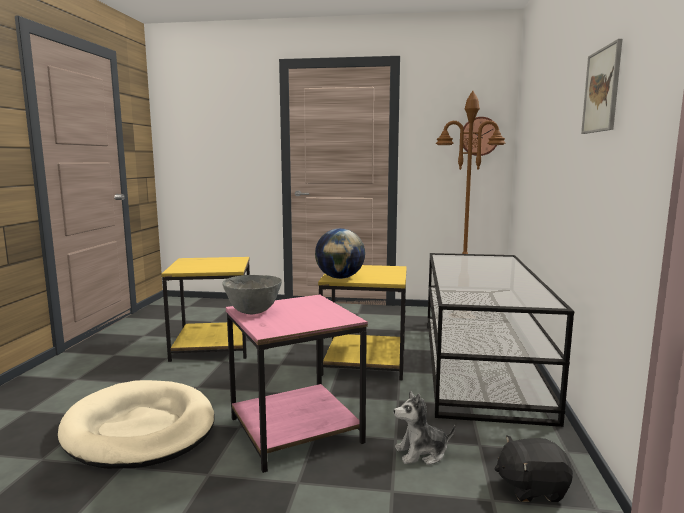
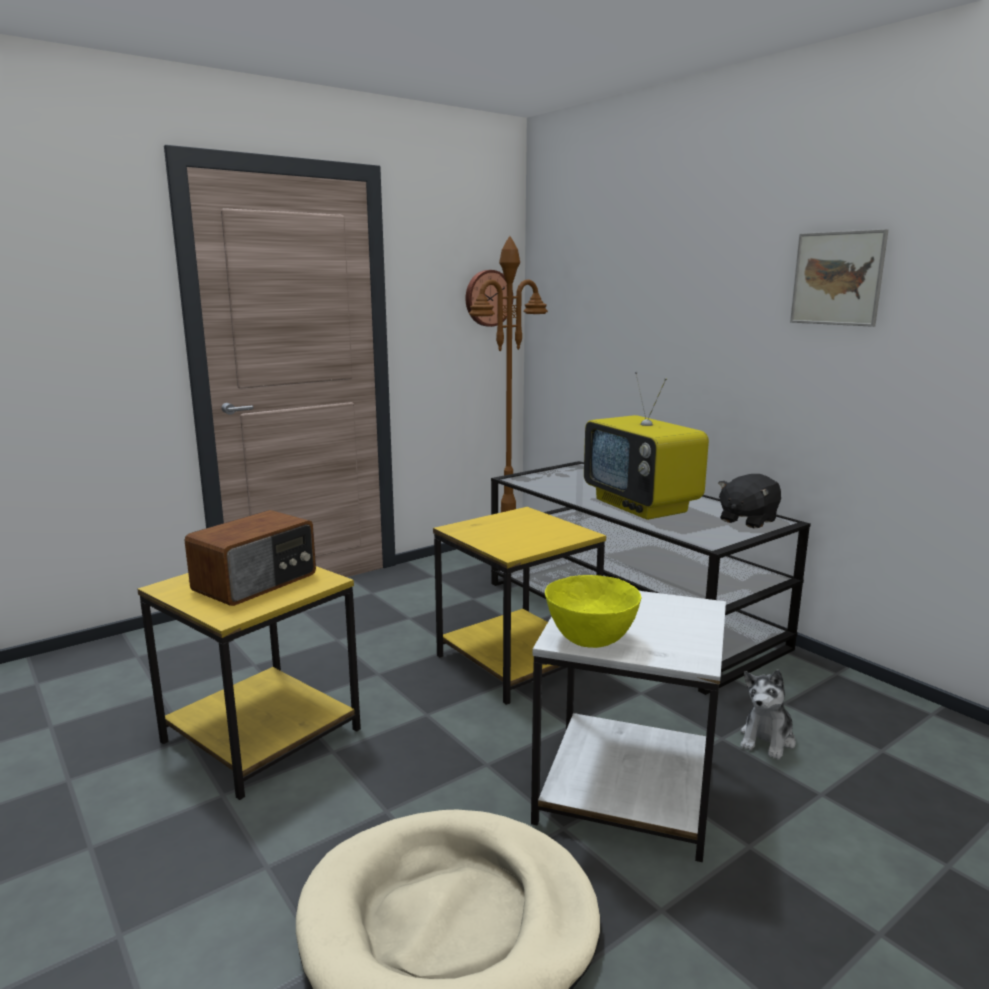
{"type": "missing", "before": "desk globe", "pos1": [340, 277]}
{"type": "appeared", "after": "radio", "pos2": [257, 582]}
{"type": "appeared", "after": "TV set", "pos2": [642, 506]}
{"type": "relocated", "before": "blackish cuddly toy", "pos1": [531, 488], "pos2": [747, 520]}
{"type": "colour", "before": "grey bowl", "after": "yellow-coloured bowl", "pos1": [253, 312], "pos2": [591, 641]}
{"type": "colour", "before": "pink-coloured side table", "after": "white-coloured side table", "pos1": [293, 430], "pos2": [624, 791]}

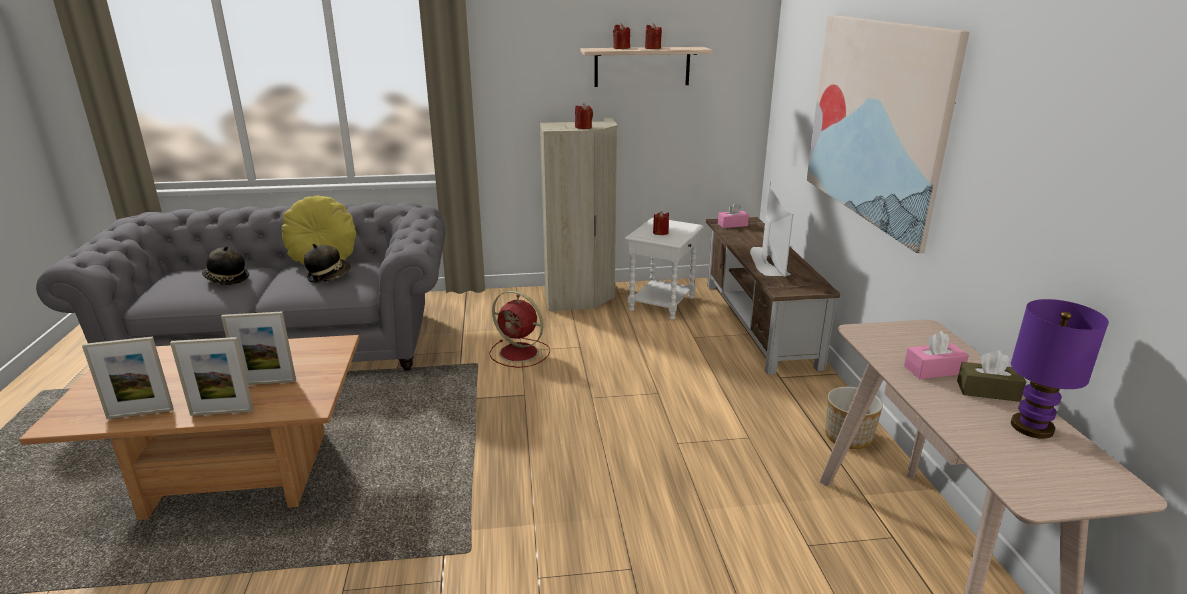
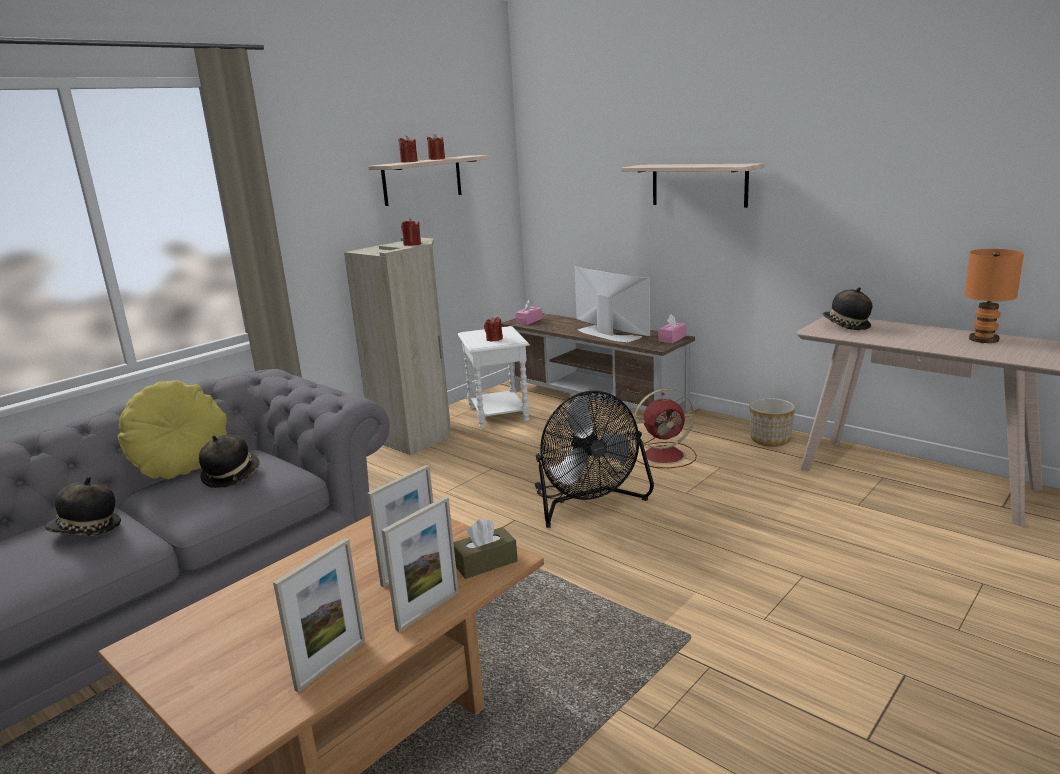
{"type": "appeared", "after": "blackish electric fan", "pos2": [583, 504]}
{"type": "appeared", "after": "clothing hat", "pos2": [845, 326]}
{"type": "relocated", "before": "red electric fan", "pos1": [520, 353], "pos2": [665, 455]}
{"type": "relocated", "before": "pink-coloured box of tissues", "pos1": [933, 370], "pos2": [672, 338]}
{"type": "relocated", "before": "brown box of tissues", "pos1": [988, 391], "pos2": [485, 563]}
{"type": "exchanged", "before": "wall picture", "after": "shelf", "pos1": [875, 121], "pos2": [699, 185]}
{"type": "colour", "before": "purplish table lamp", "after": "orangey table lamp", "pos1": [1033, 427], "pos2": [984, 339]}

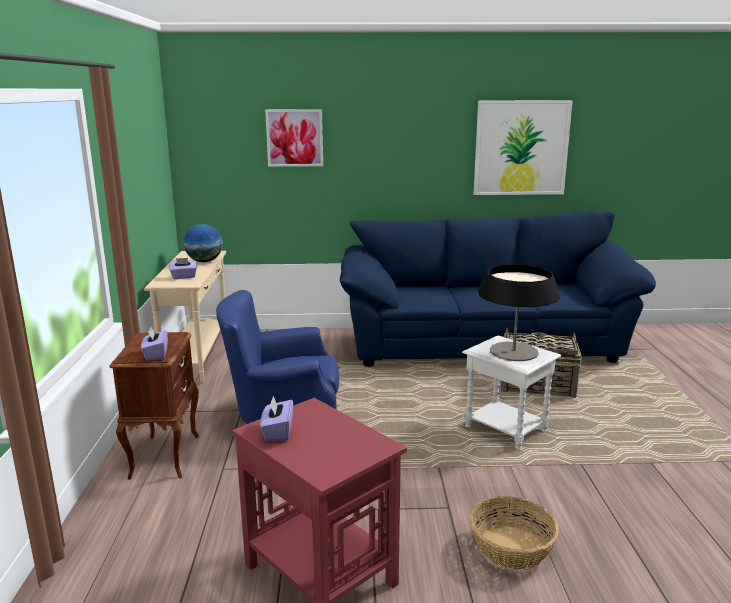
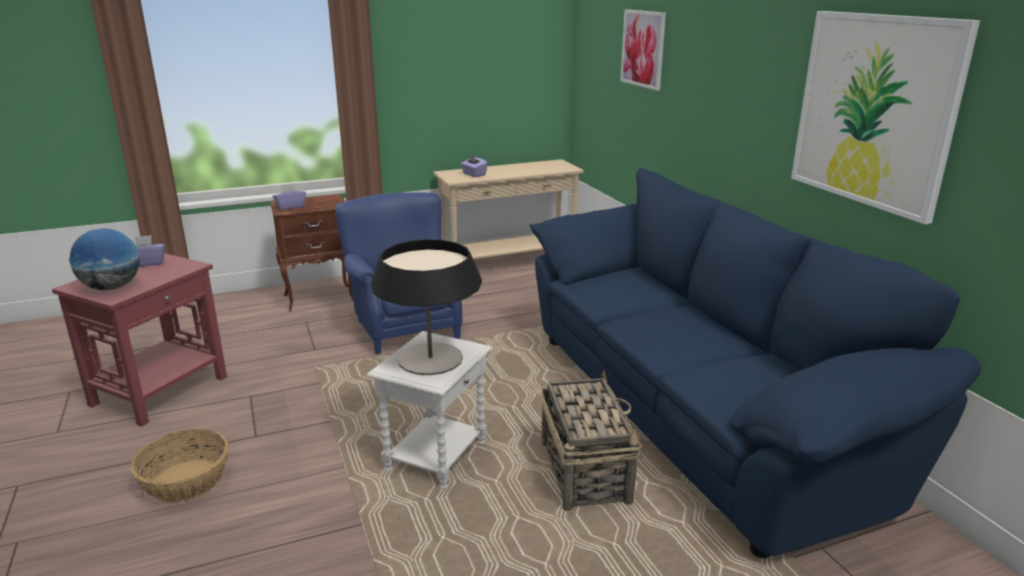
{"type": "relocated", "before": "desk globe", "pos1": [204, 261], "pos2": [112, 287]}

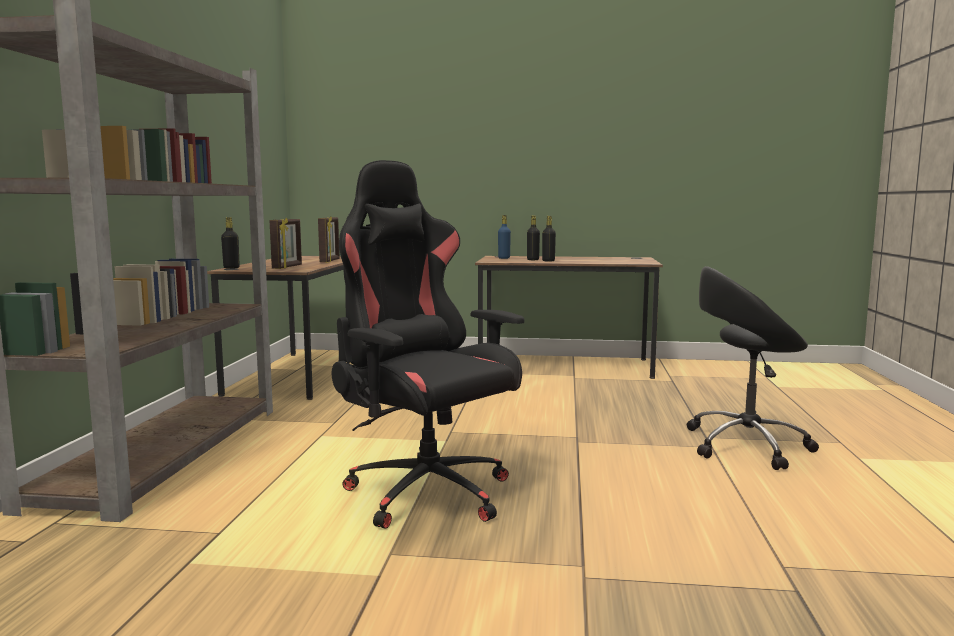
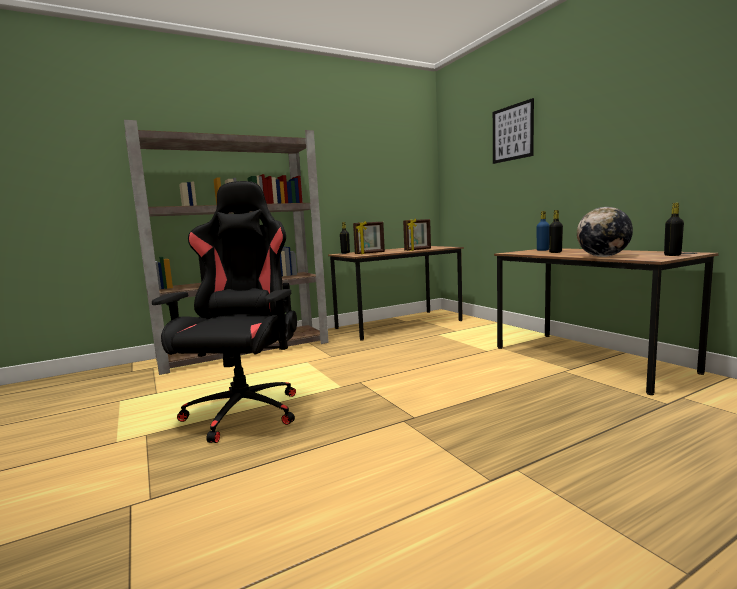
{"type": "missing", "before": "blackish desk chair", "pos1": [743, 445]}
{"type": "appeared", "after": "wall picture", "pos2": [512, 133]}
{"type": "appeared", "after": "desk globe", "pos2": [603, 256]}
{"type": "relocated", "before": "blackish drink bottle", "pos1": [548, 261], "pos2": [672, 255]}

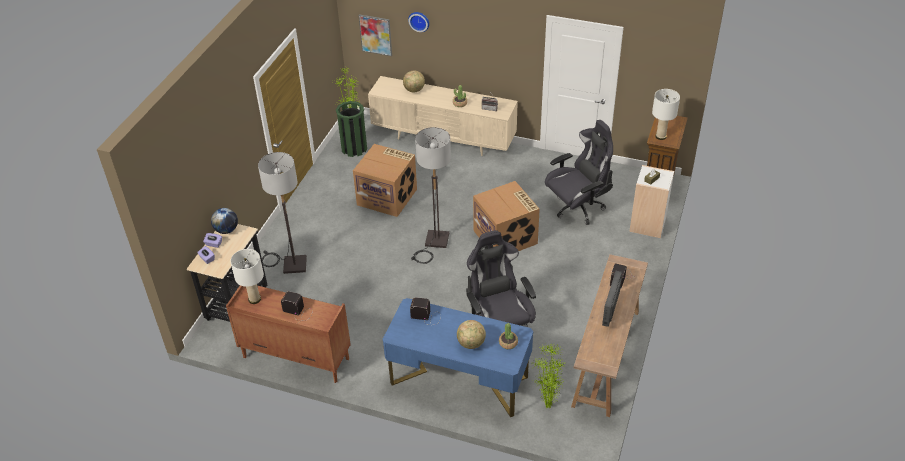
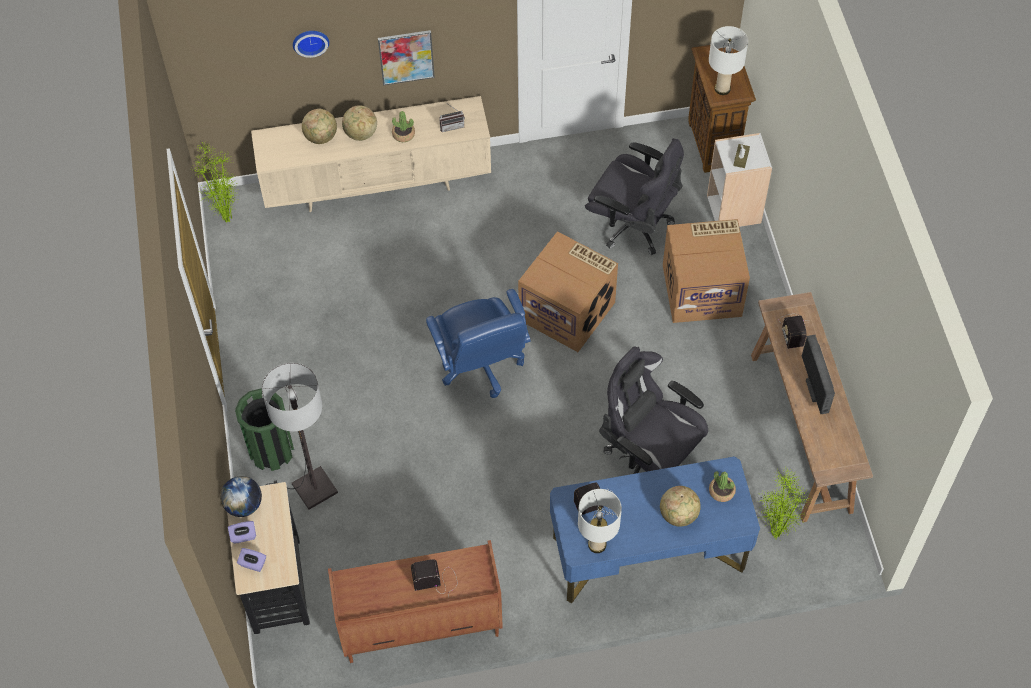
{"type": "appeared", "after": "desk globe", "pos2": [361, 134]}
{"type": "relocated", "before": "white-coloured table lamp", "pos1": [255, 299], "pos2": [597, 544]}
{"type": "relocated", "before": "greenish trash can", "pos1": [354, 148], "pos2": [271, 451]}
{"type": "relocated", "before": "cardboard box", "pos1": [388, 196], "pos2": [702, 289]}
{"type": "relocated", "before": "wall picture", "pos1": [375, 35], "pos2": [406, 57]}
{"type": "exchanged", "before": "standard lamp", "after": "bluish desk chair", "pos1": [433, 245], "pos2": [480, 368]}
{"type": "spun", "before": "blackish desk chair", "pos1": [576, 209], "pos2": [630, 225], "turn": 90}

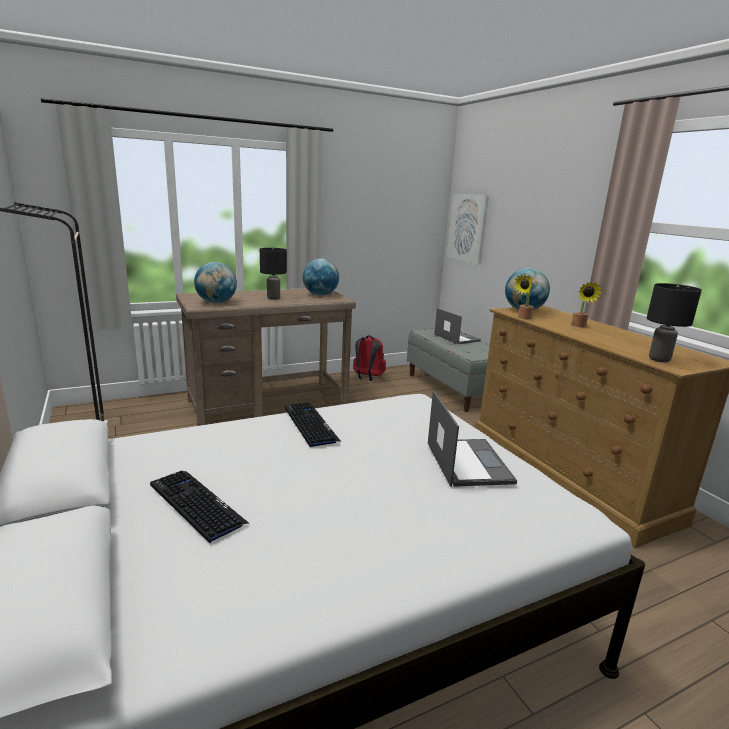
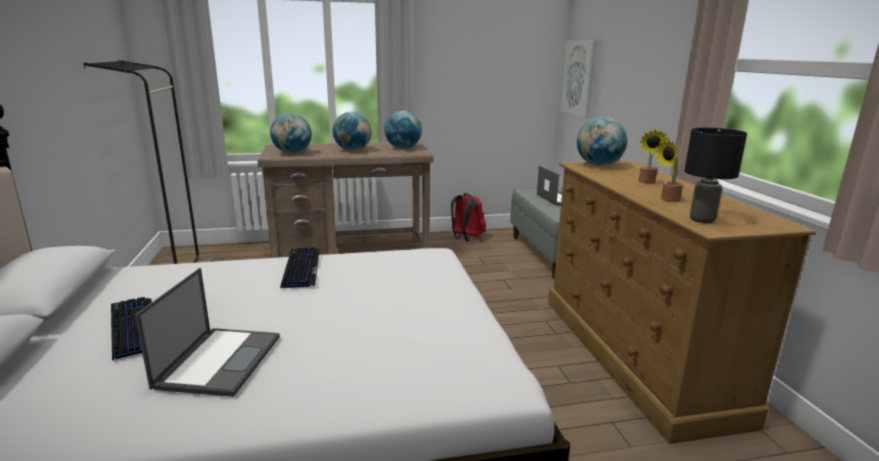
{"type": "relocated", "before": "notebook computer", "pos1": [467, 462], "pos2": [220, 360]}
{"type": "relocated", "before": "plant in a pot", "pos1": [523, 318], "pos2": [667, 200]}
{"type": "exchanged", "before": "blackish table lamp", "after": "desk globe", "pos1": [274, 298], "pos2": [353, 150]}

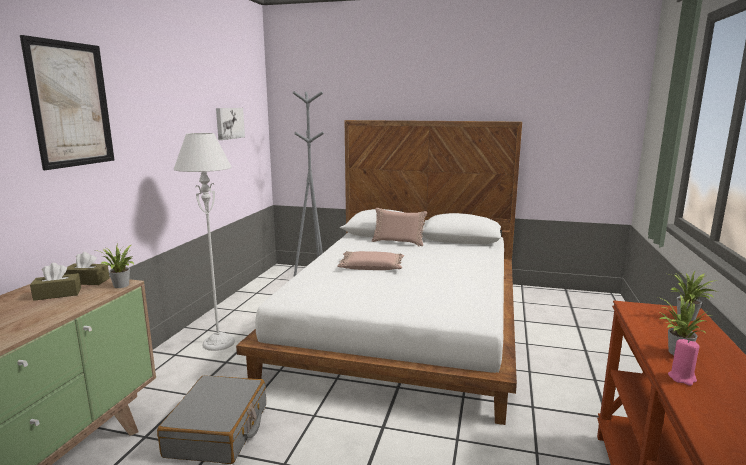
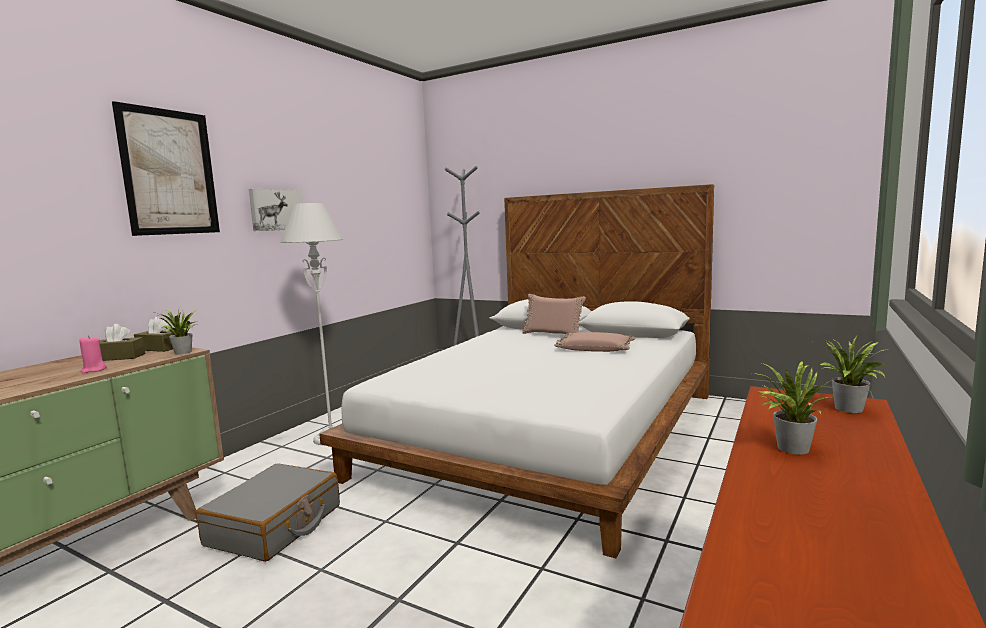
{"type": "relocated", "before": "wall picture", "pos1": [229, 123], "pos2": [276, 210]}
{"type": "relocated", "before": "sand-coloured throw pillow", "pos1": [371, 265], "pos2": [595, 348]}
{"type": "relocated", "before": "pink-coloured candle", "pos1": [682, 378], "pos2": [94, 370]}

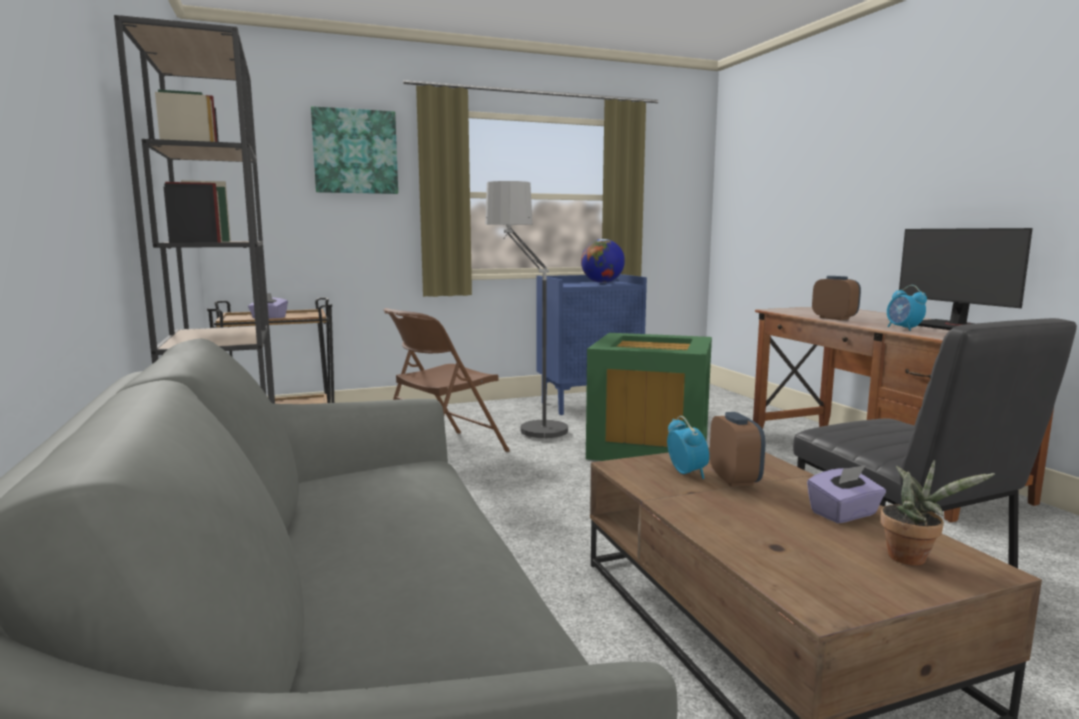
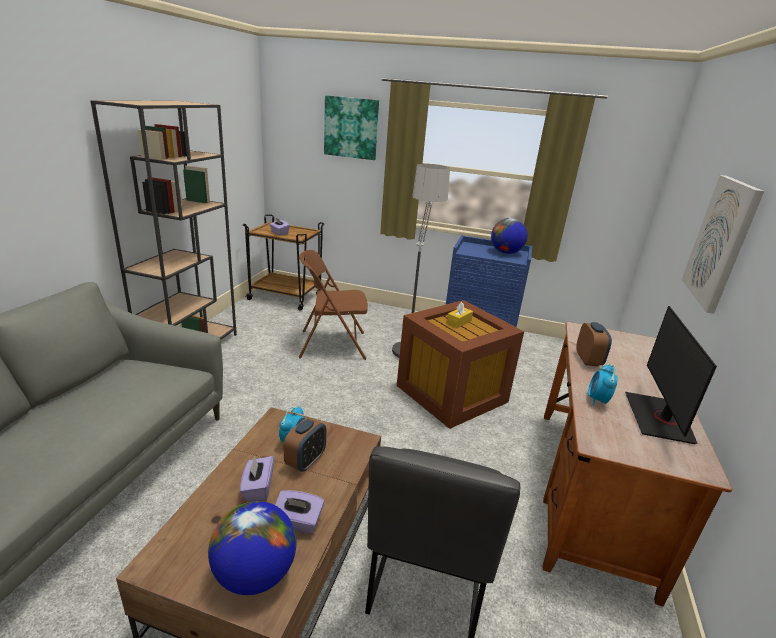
{"type": "appeared", "after": "purplish box of tissues", "pos2": [258, 488]}
{"type": "appeared", "after": "yellow-coloured box of tissues", "pos2": [459, 322]}
{"type": "appeared", "after": "wall picture", "pos2": [720, 242]}
{"type": "exchanged", "before": "plant in a pot", "after": "desk globe", "pos1": [912, 557], "pos2": [255, 574]}
{"type": "colour", "before": "greenish storage bin", "after": "brown storage bin", "pos1": [647, 446], "pos2": [451, 392]}

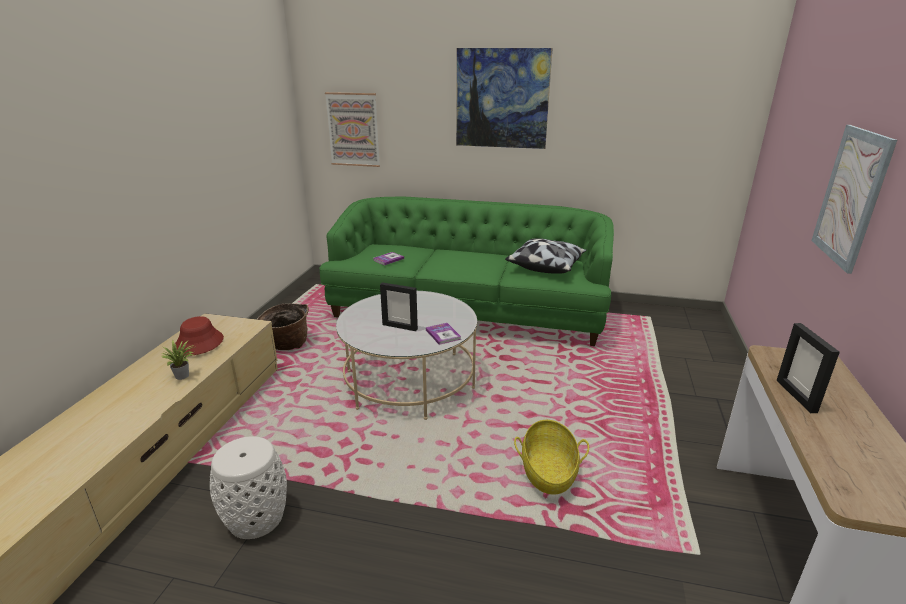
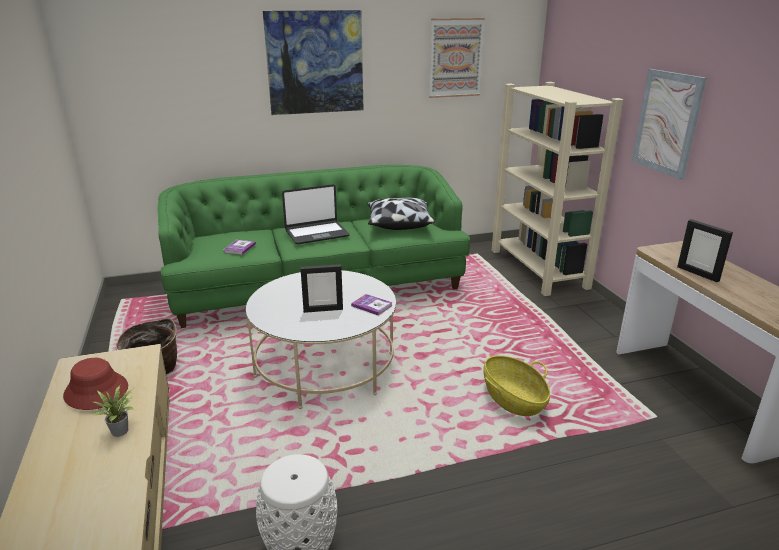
{"type": "appeared", "after": "notebook computer", "pos2": [316, 233]}
{"type": "appeared", "after": "sand-coloured bookshelf", "pos2": [538, 268]}
{"type": "relocated", "before": "wall picture", "pos1": [353, 129], "pos2": [455, 58]}

